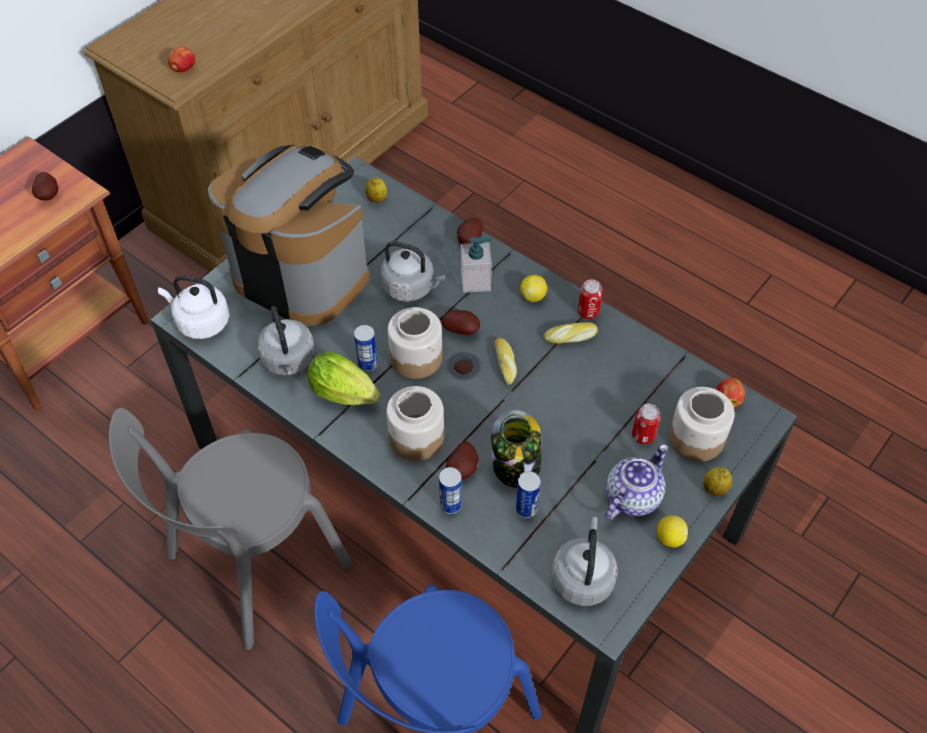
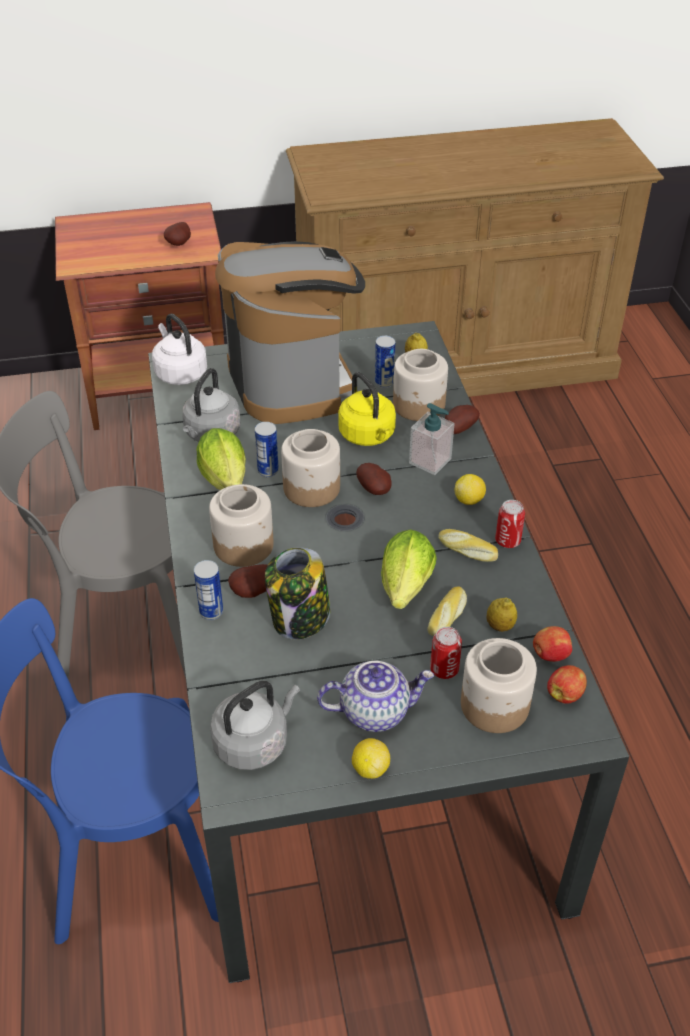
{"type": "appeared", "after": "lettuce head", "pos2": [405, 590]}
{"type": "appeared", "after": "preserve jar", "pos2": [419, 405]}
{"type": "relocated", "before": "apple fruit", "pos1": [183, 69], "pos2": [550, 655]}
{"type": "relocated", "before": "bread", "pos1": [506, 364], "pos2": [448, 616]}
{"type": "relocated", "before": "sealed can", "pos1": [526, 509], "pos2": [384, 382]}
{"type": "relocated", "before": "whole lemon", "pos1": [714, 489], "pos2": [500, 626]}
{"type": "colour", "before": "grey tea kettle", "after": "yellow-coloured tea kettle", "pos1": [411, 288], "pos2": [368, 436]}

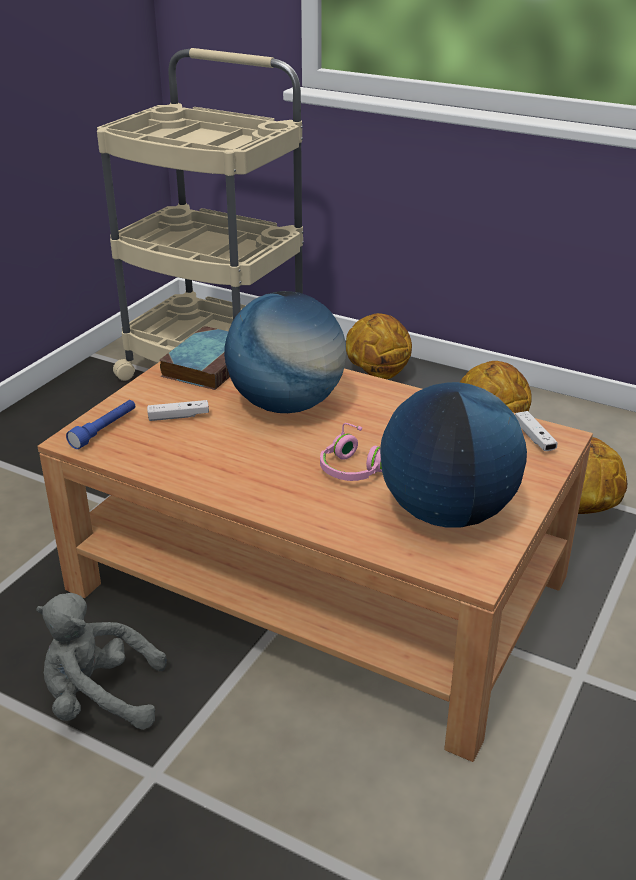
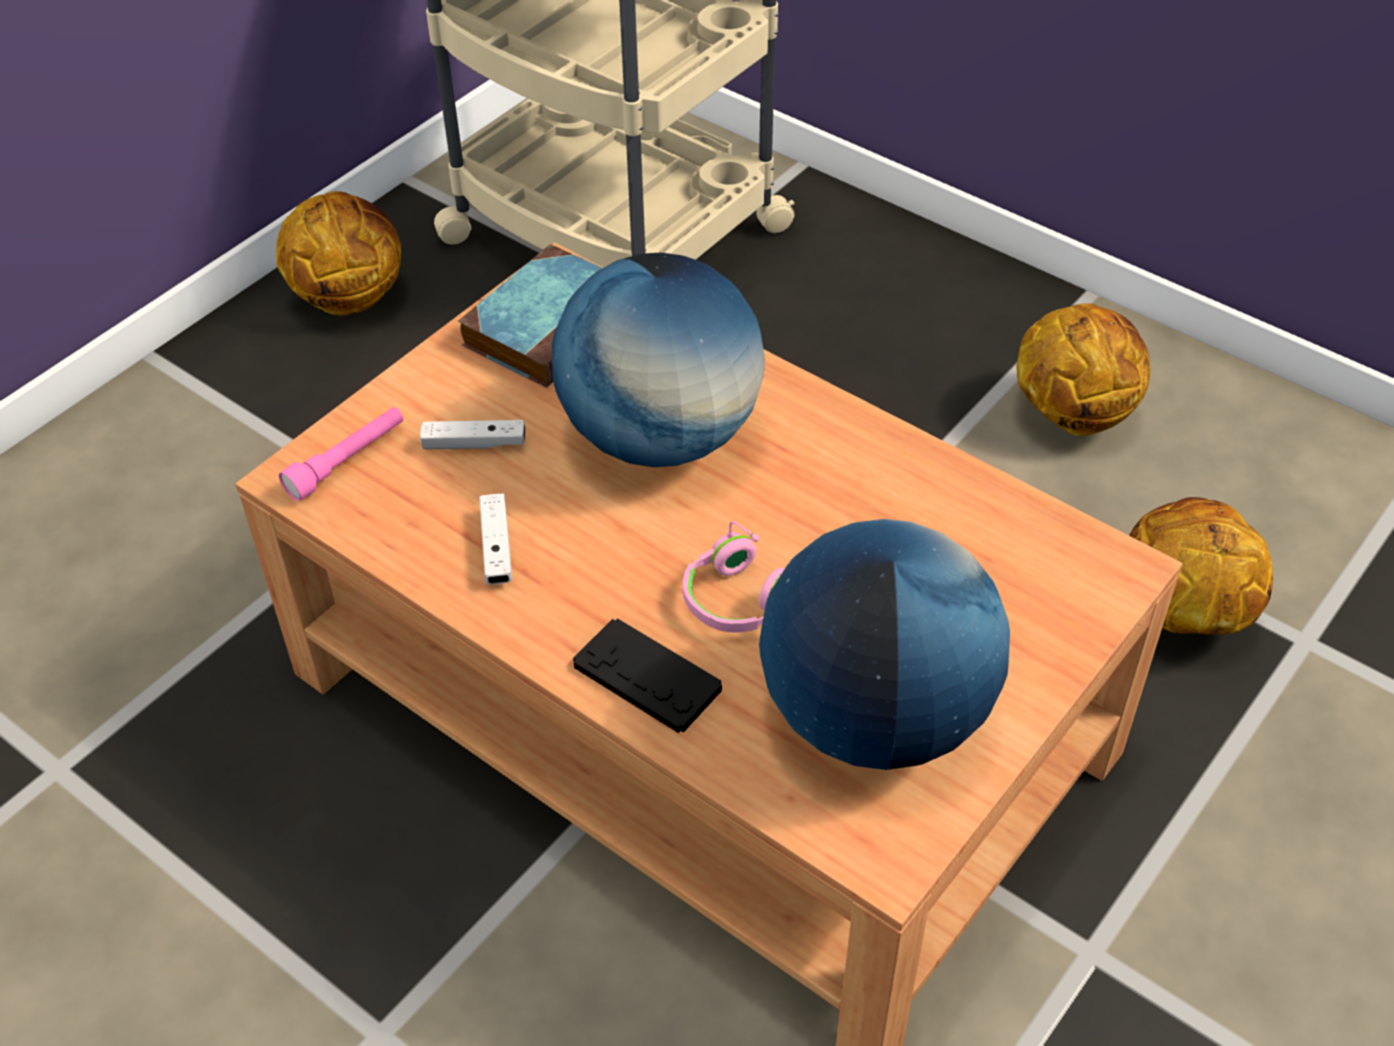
{"type": "missing", "before": "grey cuddly toy", "pos1": [99, 698]}
{"type": "appeared", "after": "blackish game controller", "pos2": [647, 677]}
{"type": "relocated", "before": "ball for basketball", "pos1": [377, 374], "pos2": [349, 297]}
{"type": "relocated", "before": "white-coloured game controller", "pos1": [534, 438], "pos2": [496, 548]}
{"type": "colour", "before": "bluish flashlight", "after": "pink-coloured flashlight", "pos1": [104, 430], "pos2": [347, 461]}

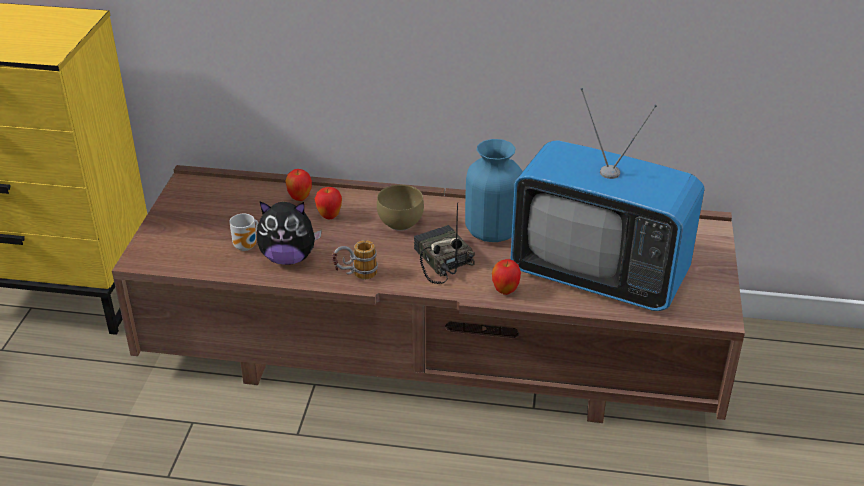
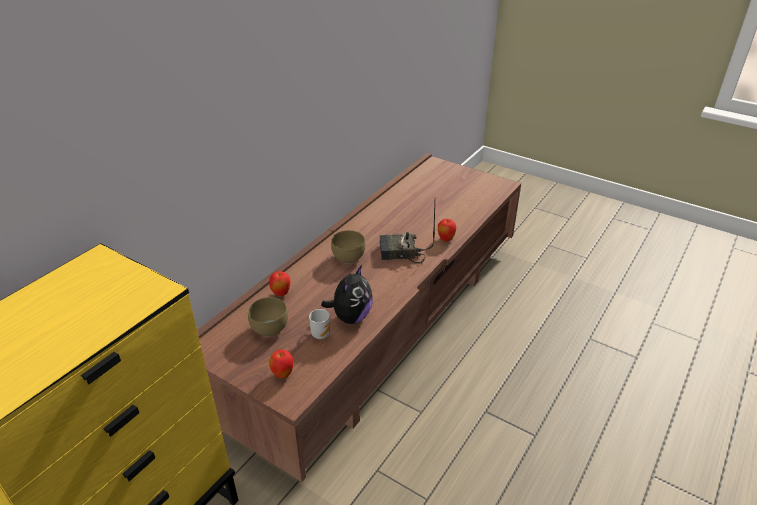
{"type": "missing", "before": "mug", "pos1": [355, 275]}
{"type": "missing", "before": "bluish decorative vase", "pos1": [492, 231]}
{"type": "missing", "before": "TV set", "pos1": [599, 275]}
{"type": "appeared", "after": "brown bowl", "pos2": [271, 329]}
{"type": "relocated", "before": "apple fruit", "pos1": [329, 216], "pos2": [283, 374]}

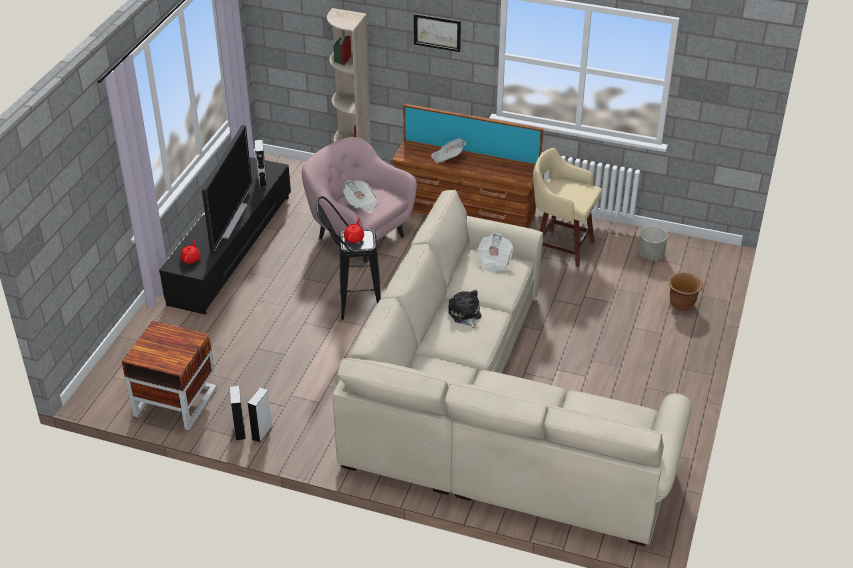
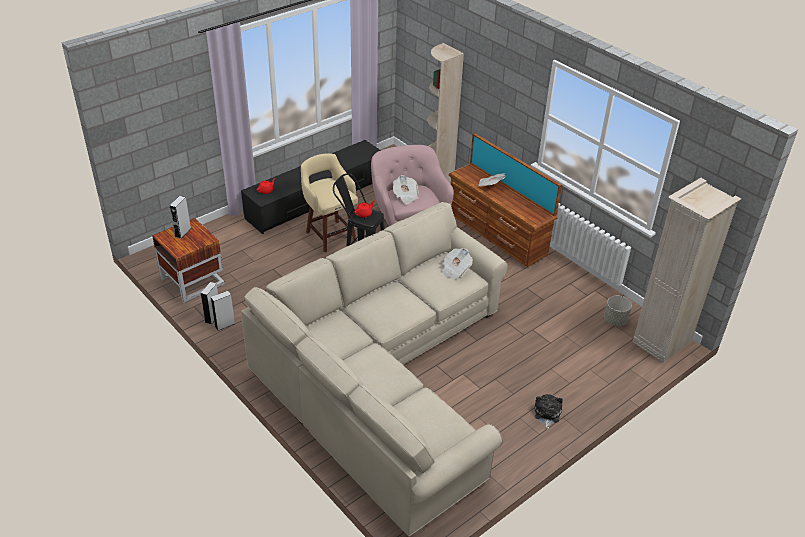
{"type": "missing", "before": "TV set", "pos1": [229, 220]}
{"type": "missing", "before": "wall picture", "pos1": [437, 32]}
{"type": "missing", "before": "brown plant pot", "pos1": [681, 304]}
{"type": "appeared", "after": "sand-coloured cupboard", "pos2": [661, 342]}
{"type": "relocated", "before": "grey loudspeaker", "pos1": [262, 181], "pos2": [182, 232]}
{"type": "relocated", "before": "cuddly toy", "pos1": [465, 315], "pos2": [546, 414]}
{"type": "relocated", "before": "sand-coloured sitting stool", "pos1": [561, 247], "pos2": [330, 235]}

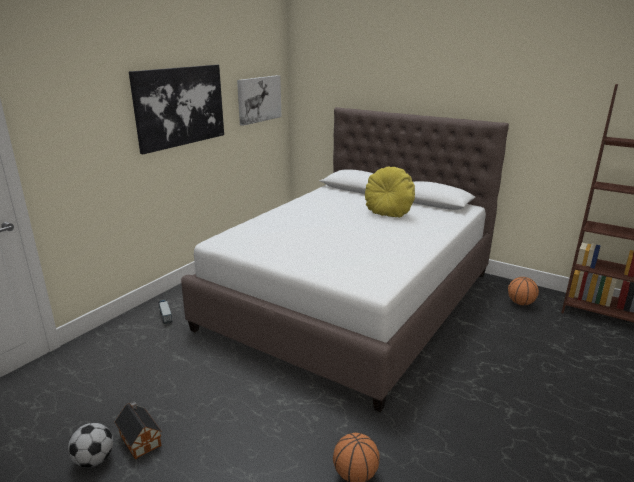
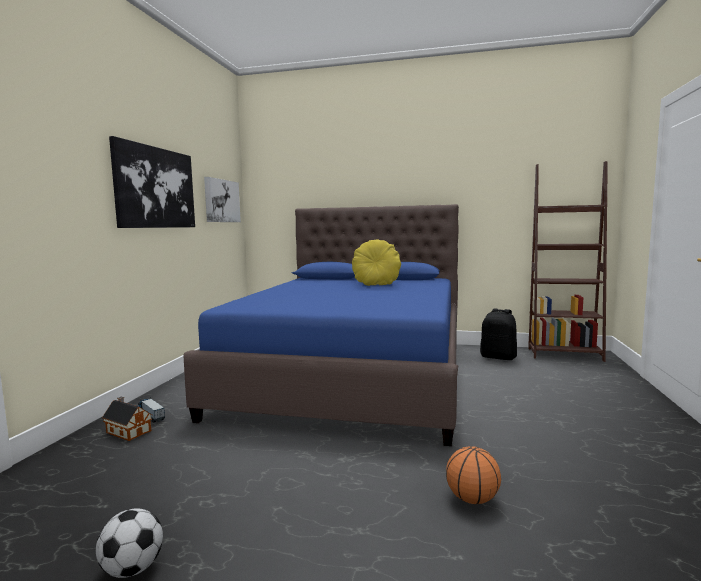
{"type": "relocated", "before": "toy house", "pos1": [140, 439], "pos2": [128, 431]}
{"type": "exchanged", "before": "ball for basketball", "after": "blackish backpack", "pos1": [520, 303], "pos2": [498, 357]}
{"type": "colour", "before": "white-coloured bedroom bed", "after": "bluish bedroom bed", "pos1": [352, 300], "pos2": [353, 375]}

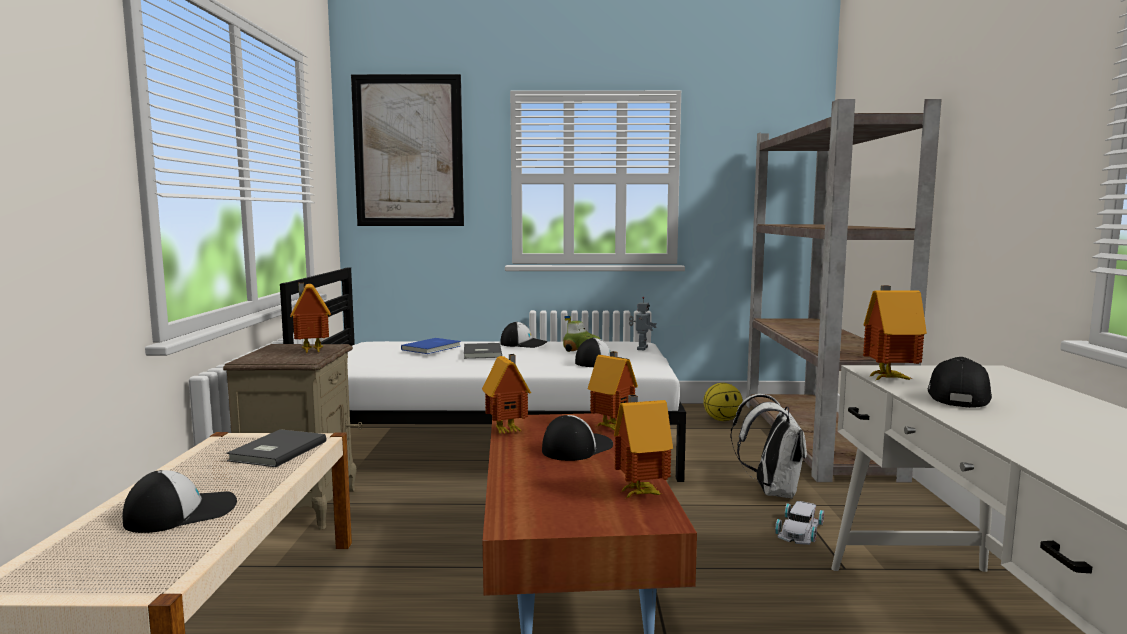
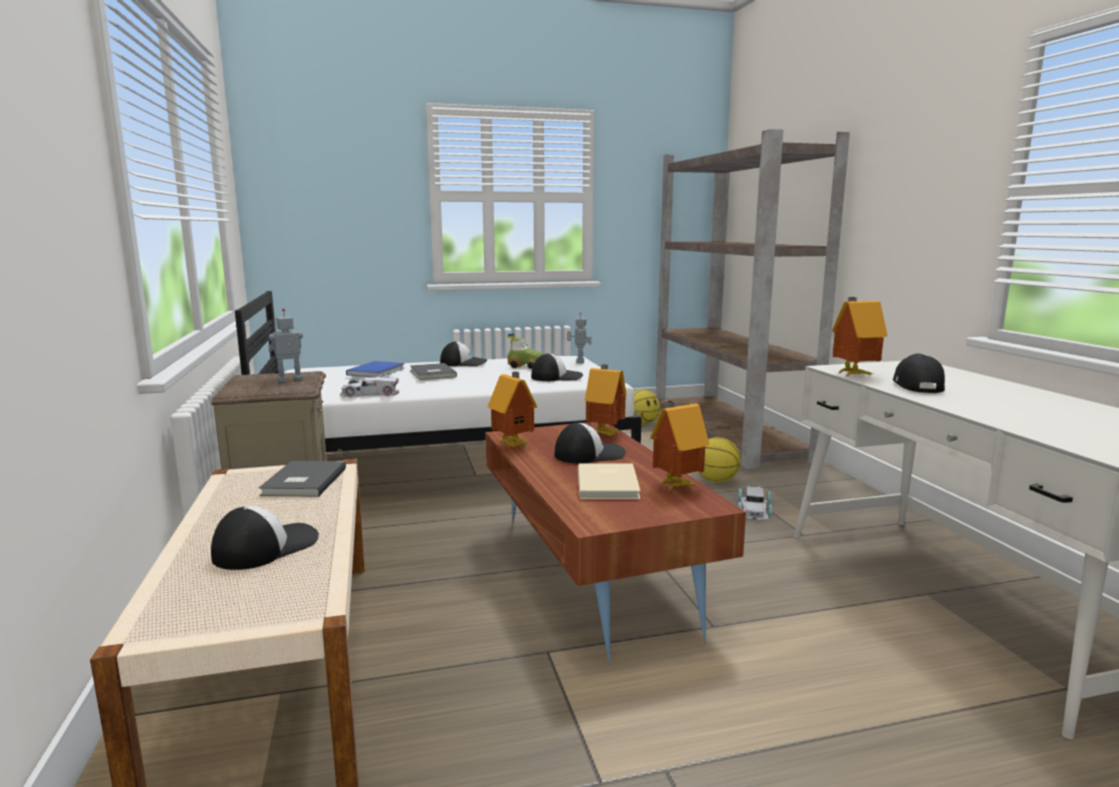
{"type": "missing", "before": "wall picture", "pos1": [408, 151]}
{"type": "appeared", "after": "white-coloured miniature car", "pos2": [370, 393]}
{"type": "appeared", "after": "sand-coloured volume", "pos2": [609, 484]}
{"type": "exchanged", "before": "toy house", "after": "model robot", "pos1": [310, 351], "pos2": [290, 380]}
{"type": "exchanged", "before": "white-coloured backpack", "after": "ball for basketball", "pos1": [771, 491], "pos2": [716, 481]}
{"type": "spun", "before": "peaked cap", "pos1": [576, 448], "pos2": [589, 454], "turn": 45}

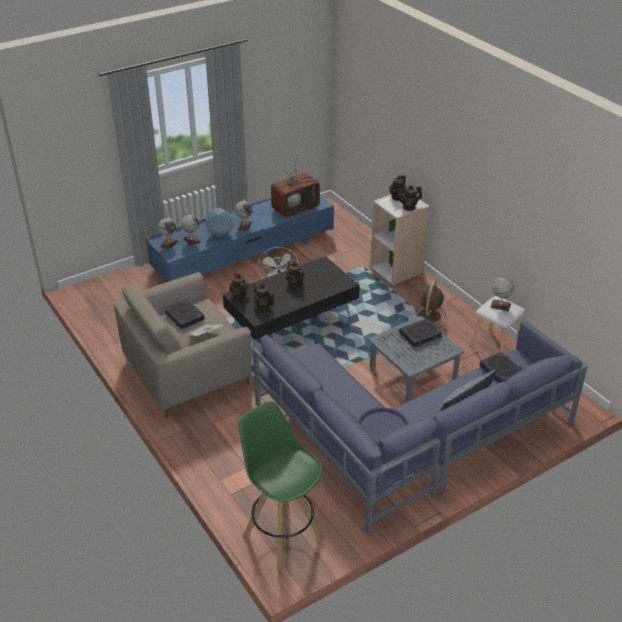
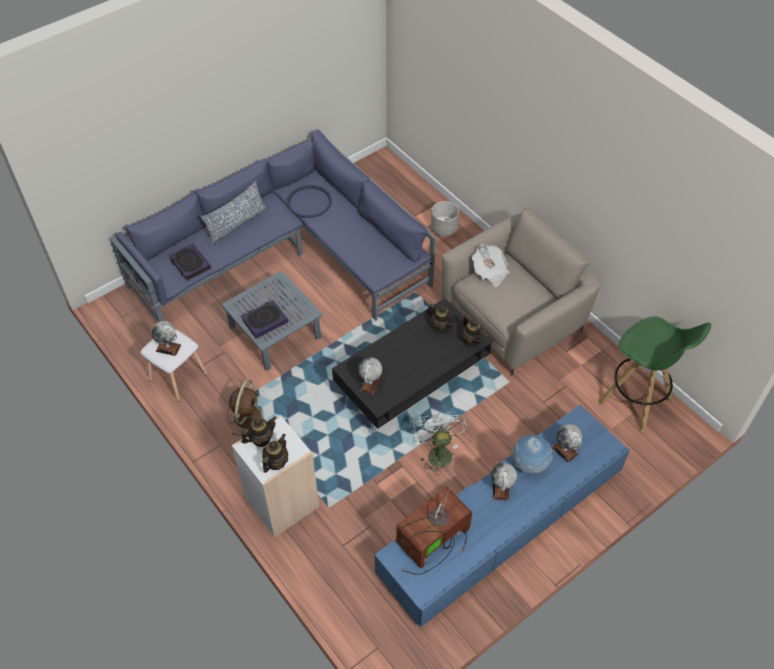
{"type": "missing", "before": "volume", "pos1": [184, 316]}
{"type": "missing", "before": "pot for tea", "pos1": [294, 283]}
{"type": "appeared", "after": "grey plant pot", "pos2": [443, 228]}
{"type": "relocated", "before": "desk globe", "pos1": [169, 244], "pos2": [370, 384]}
{"type": "relocated", "before": "greenish sitting stool", "pos1": [282, 536], "pos2": [636, 402]}

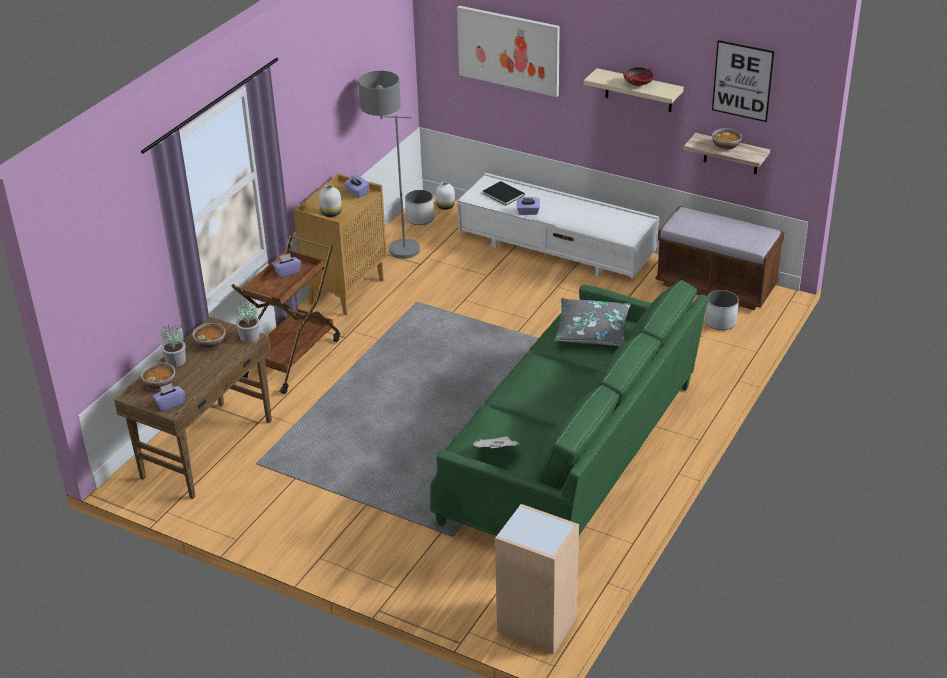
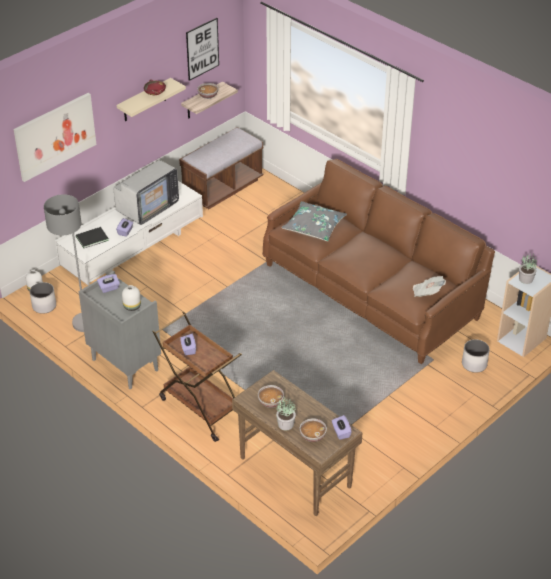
{"type": "appeared", "after": "TV set", "pos2": [148, 208]}
{"type": "relocated", "before": "plant in a pot", "pos1": [249, 337], "pos2": [526, 279]}
{"type": "relocated", "before": "white-coloured plant pot", "pos1": [720, 322], "pos2": [474, 364]}
{"type": "colour", "before": "brown cupboard", "after": "grey cupboard", "pos1": [347, 291], "pos2": [124, 364]}
{"type": "colour", "before": "greenish couch", "after": "brown couch", "pos1": [574, 454], "pos2": [372, 290]}

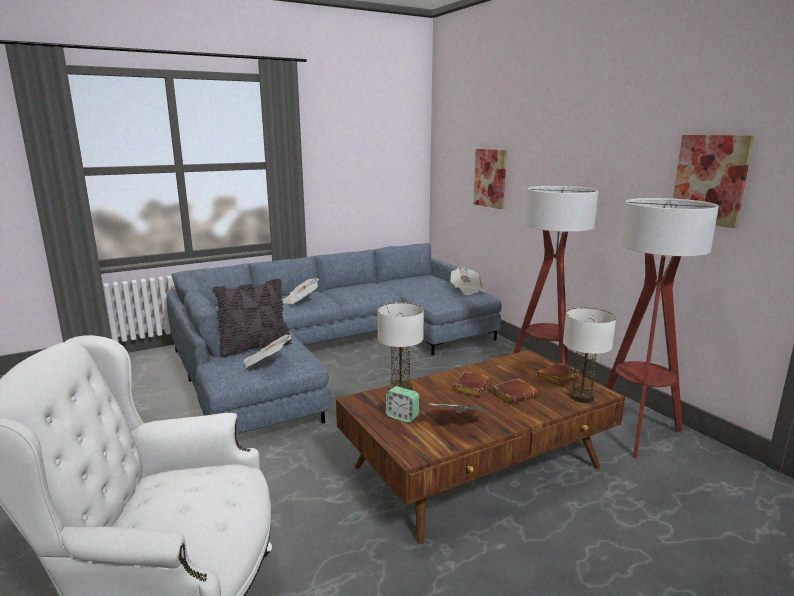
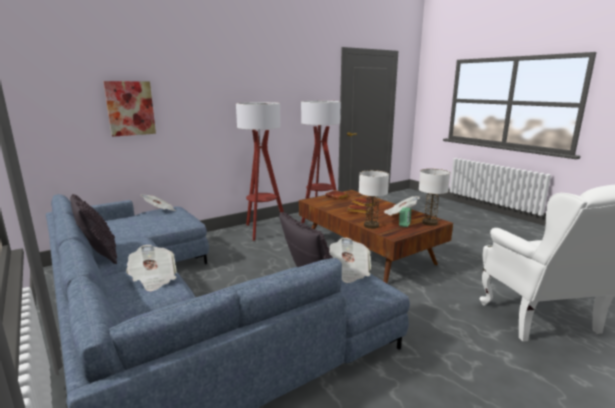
{"type": "missing", "before": "wall picture", "pos1": [710, 180]}
{"type": "appeared", "after": "blackish throw pillow", "pos2": [99, 255]}
{"type": "relocated", "before": "table lamp", "pos1": [581, 397], "pos2": [430, 223]}

